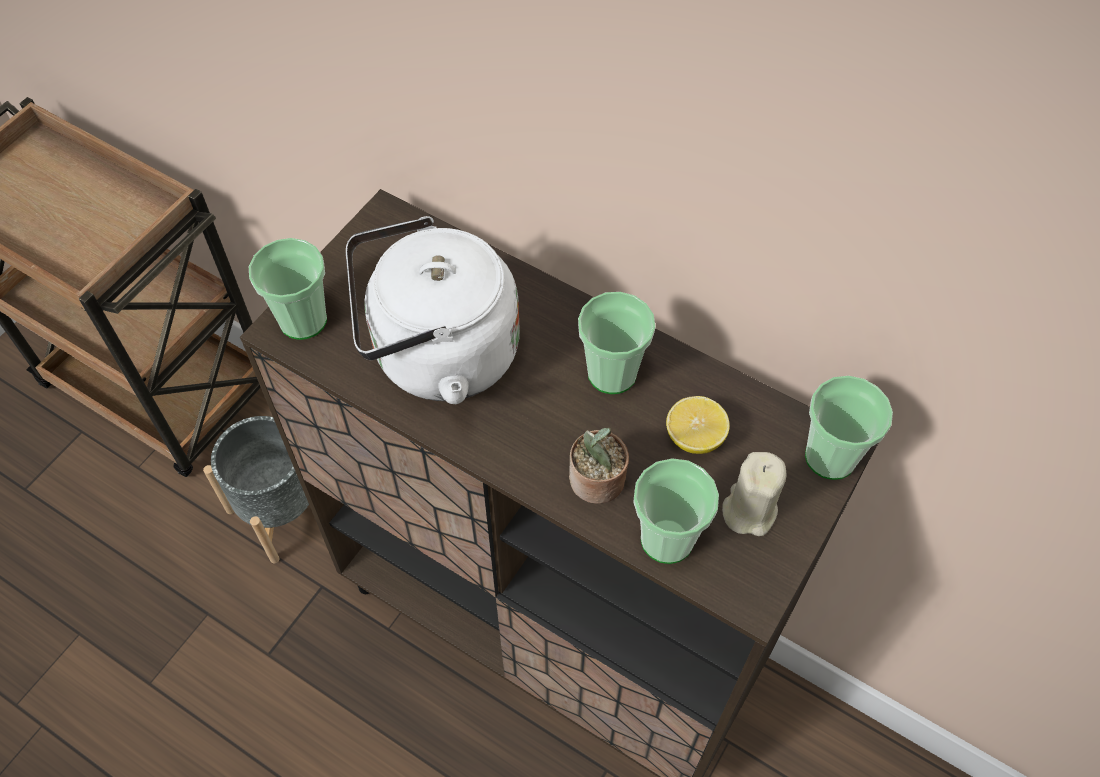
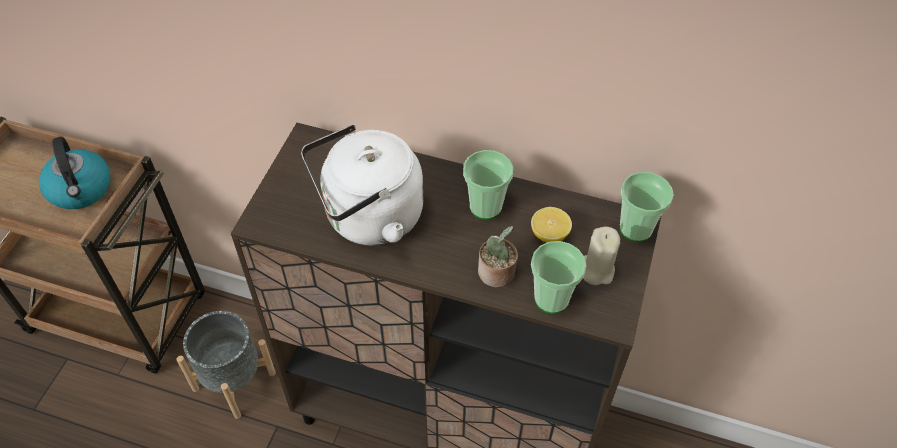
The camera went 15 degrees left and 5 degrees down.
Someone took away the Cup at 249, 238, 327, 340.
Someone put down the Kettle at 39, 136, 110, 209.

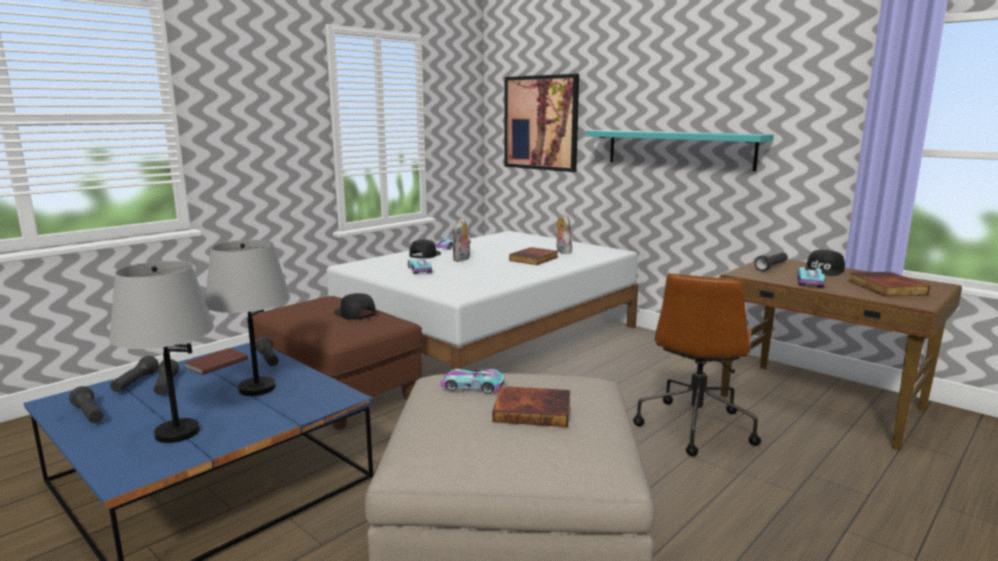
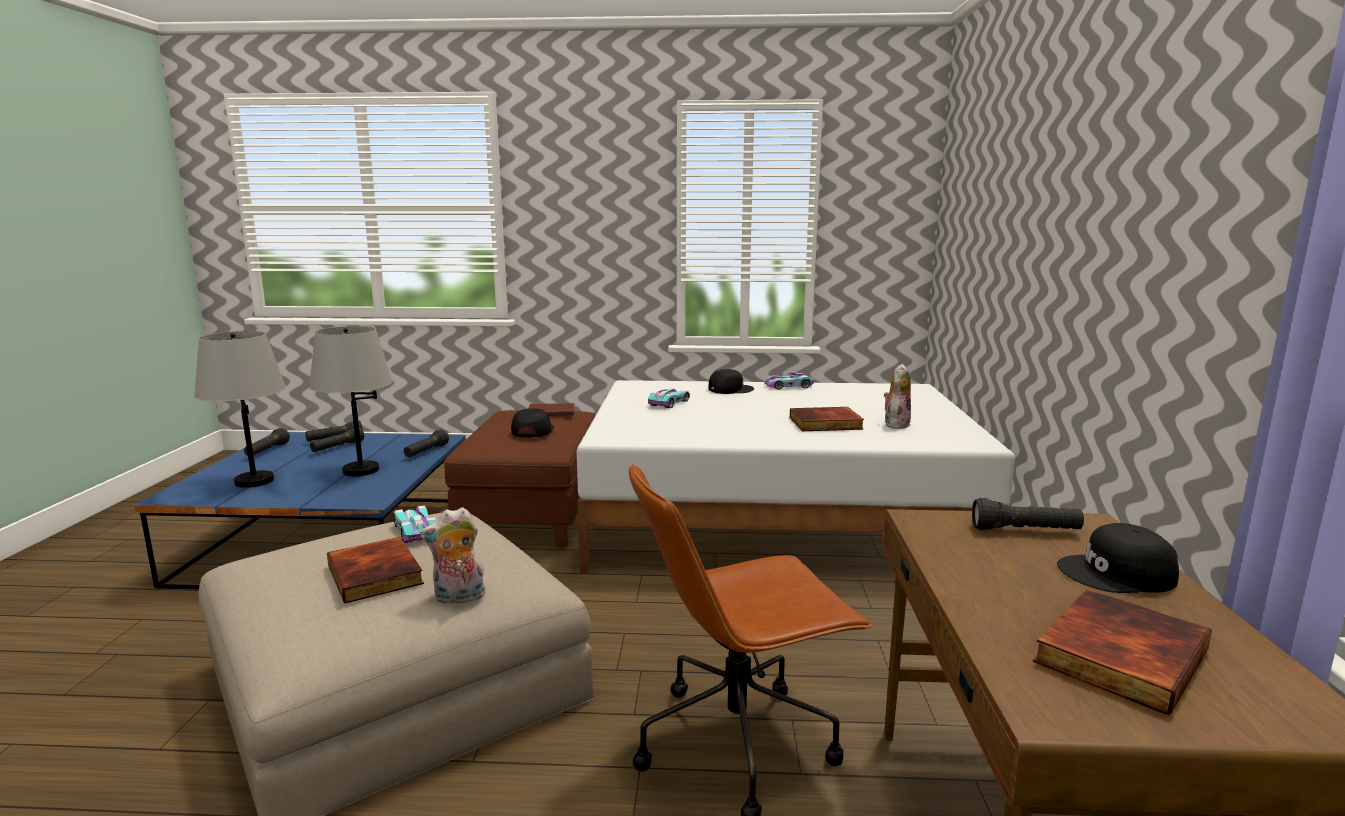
The camera went 50 degrees right and 0 degrees up.
Someone carried the BrownBook from 184, 348, 248, 375 to 528, 403, 575, 416.
Someone carried the PlushToy from 453, 218, 471, 262 to 420, 507, 488, 605.
Someone took away the Picture at 504, 74, 579, 172.
Someone took away the TurquoiseShelf at 586, 130, 774, 171.
Someone took away the ToyCar at 797, 267, 825, 287.

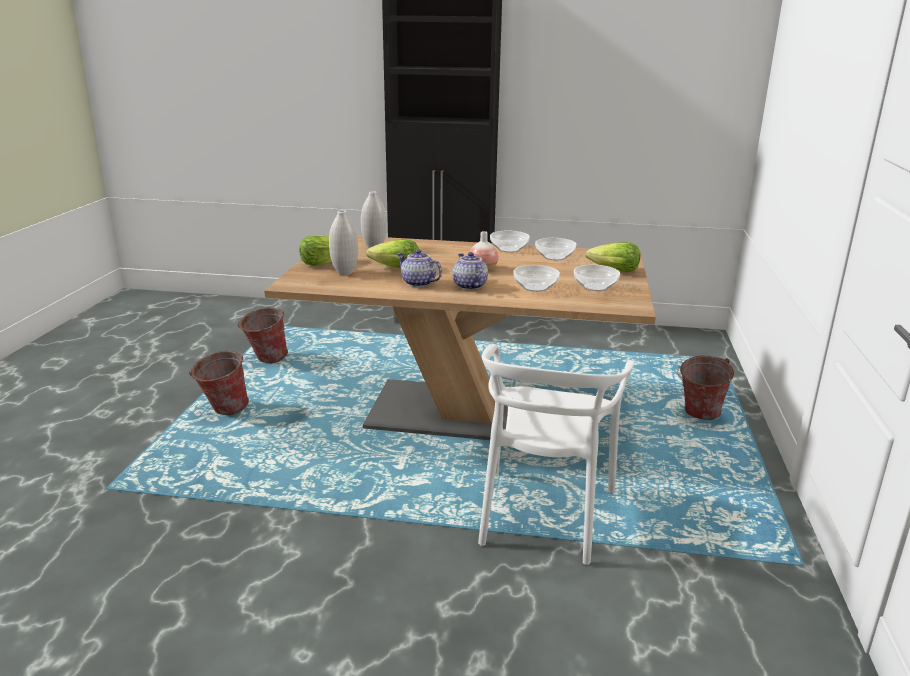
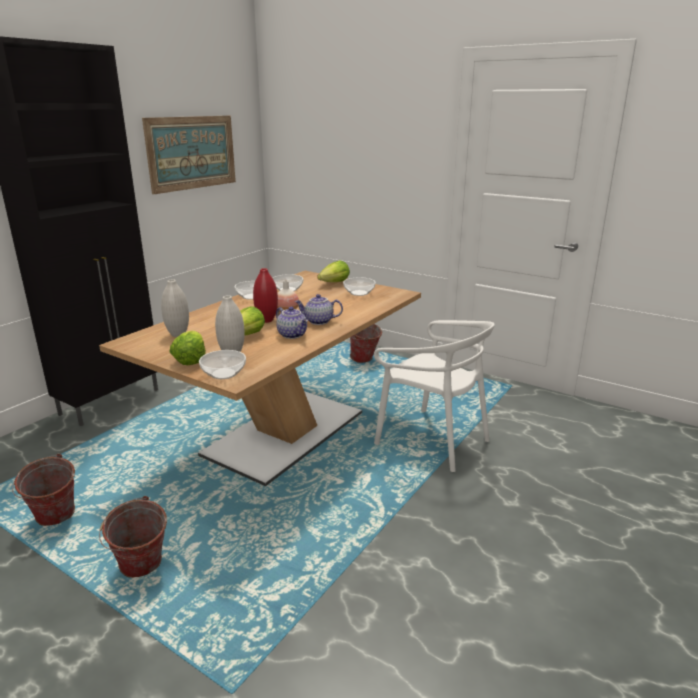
The camera went 65 degrees left and 0 degrees up.
Someone rotated the Teapot at 396, 250, 442, 287 by 105 degrees counterclockwise.
Someone carried the Bowl from 514, 265, 560, 292 to 199, 350, 246, 379.
Someone put up the Picture at 142, 116, 236, 194.
Someone put down the RedVase at 253, 268, 278, 323.

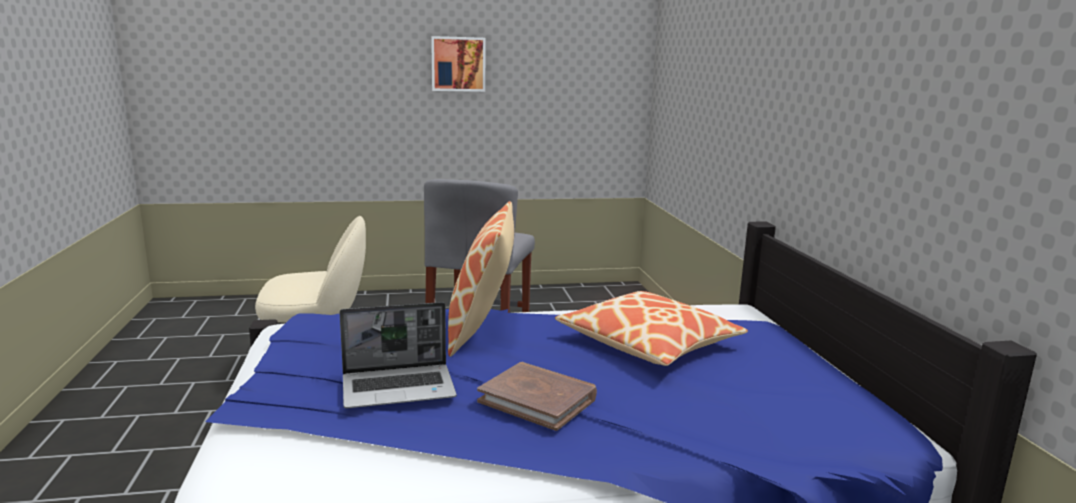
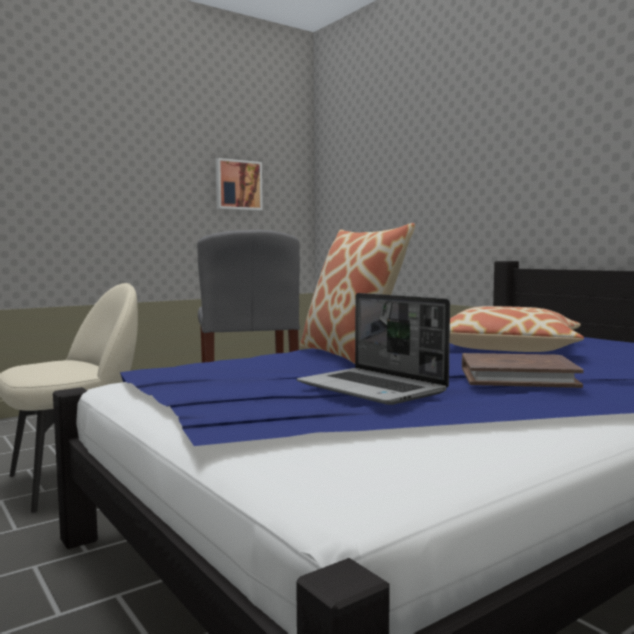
The camera went 25 degrees left and 10 degrees down.
Someone rotated the Laptop at 339, 302, 457, 408 by 90 degrees clockwise.
Someone carried the Picture from 431, 36, 486, 92 to 216, 158, 263, 210.

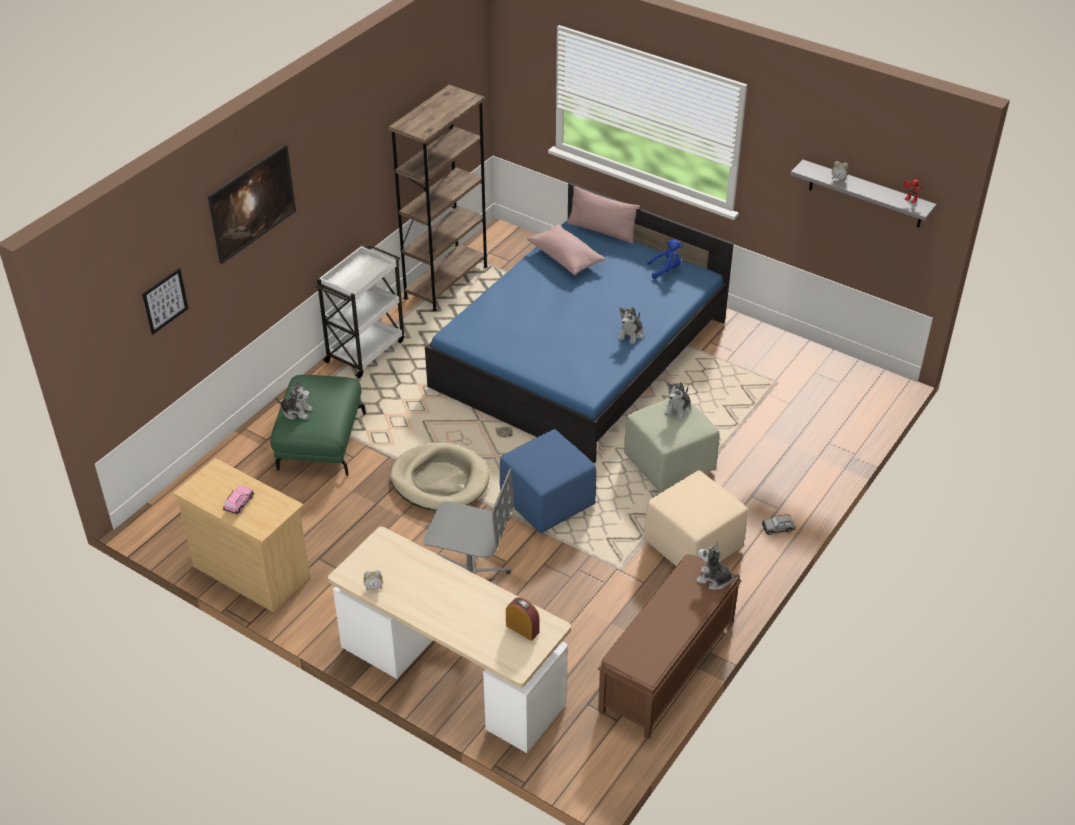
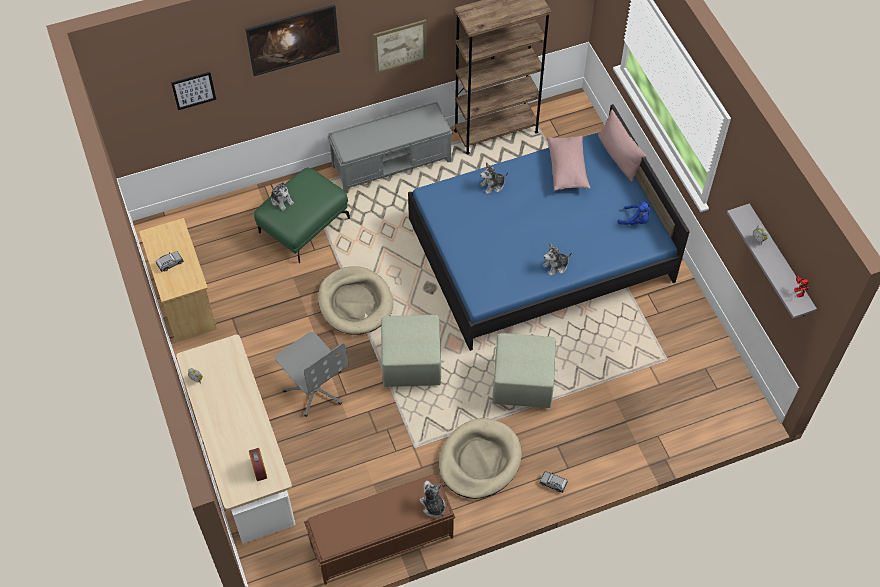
The camera went 35 degrees right and 15 degrees up.
Someone repainted the PinkToyCar at 223, 486, 254, 514, which became the GreyToyCar at 156, 251, 184, 272.
Someone swapped the WhiteCart at 315, 245, 404, 378 for the GreyBench at 328, 102, 453, 193.
Someone repainted the BlueOttoman at 500, 429, 596, 534, which became the GreenOttoman at 381, 315, 441, 387.
Someone swapped the BeigeOttoman at 644, 470, 748, 567 for the BeigeDogBed at 439, 418, 522, 499.
Someone carried the PlushToy from 665, 382, 691, 420 to 480, 162, 508, 194.
Someone put up the Picture at 373, 20, 427, 74.

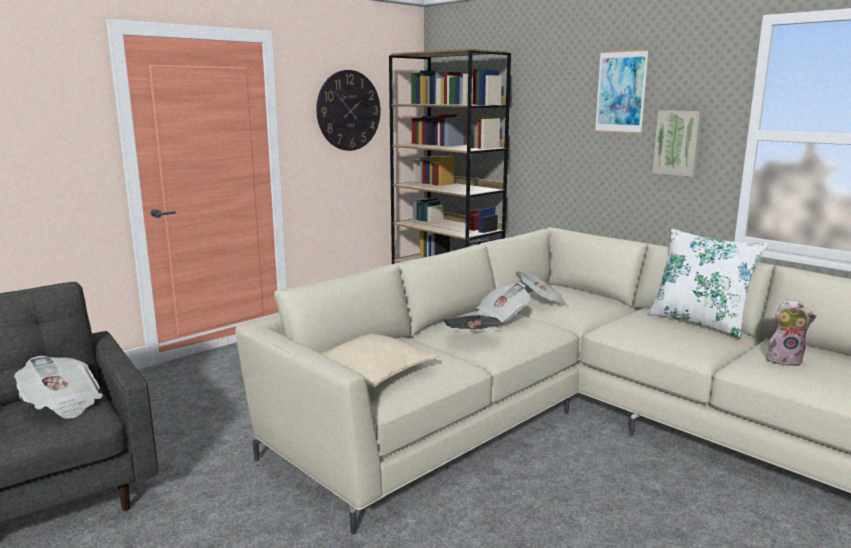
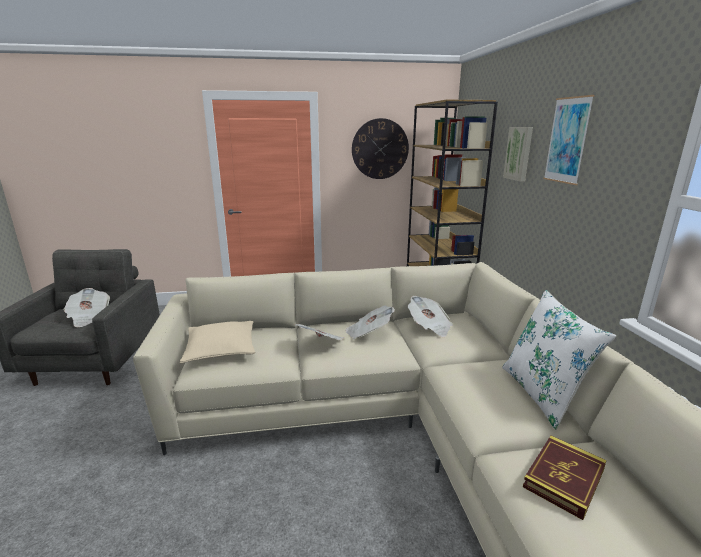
The camera went 35 degrees right and 5 degrees up.
Someone carried the Picture from 652, 110, 702, 177 to 503, 127, 533, 182.
Someone swapped the PlushToy at 767, 299, 817, 366 for the Book at 523, 436, 607, 520.

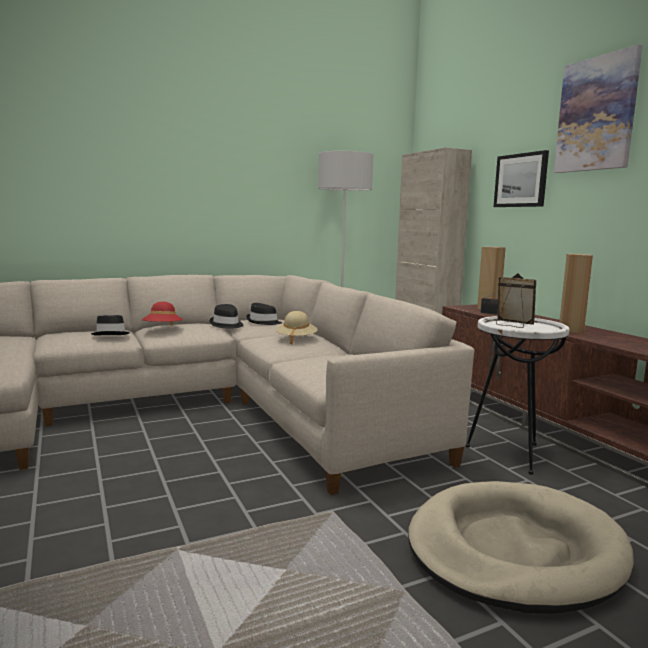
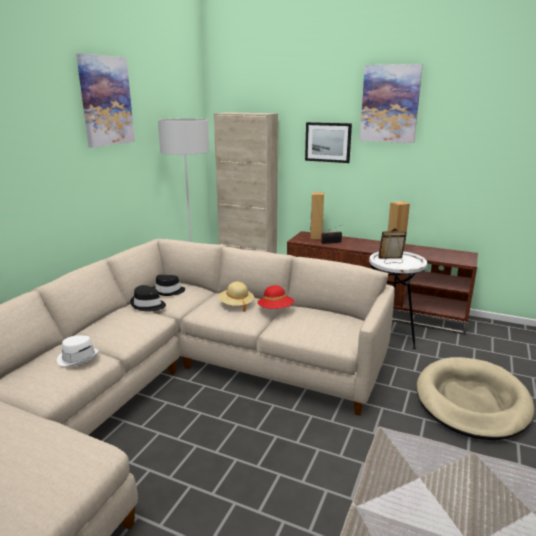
The camera went 40 degrees left and 10 degrees up.
Someone repainted the BlackHat at 91, 315, 130, 335, which became the WhiteHat at 57, 335, 99, 366.
Someone carried the RedHat from 142, 302, 183, 326 to 258, 285, 294, 309.
Someone put up the Picture at 76, 53, 135, 147.

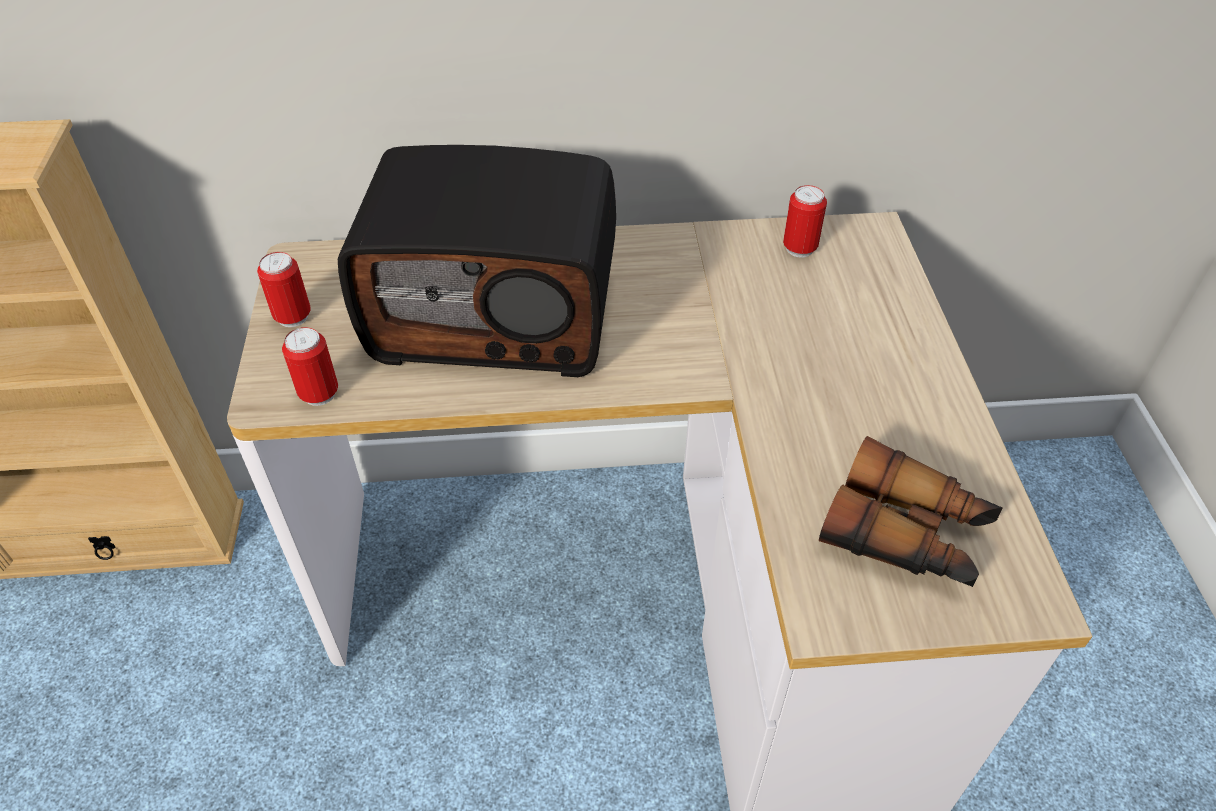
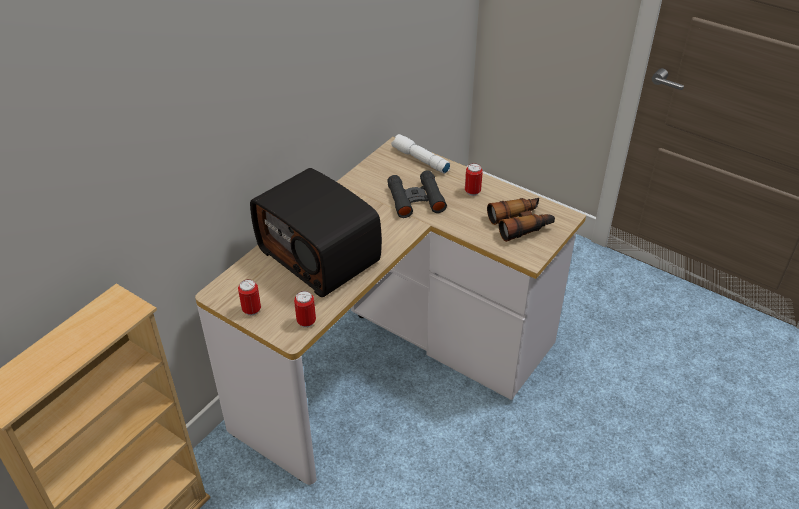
The camera went 50 degrees left and 5 degrees down.
Someone rotated the Radio at 338, 145, 616, 377 by 90 degrees clockwise.
Someone carried the Can from 783, 185, 827, 258 to 465, 163, 483, 196.
Someone put down the BlackBinoculars at 388, 170, 447, 218.
Someone put down the WhiteFlashlight at 391, 134, 450, 174.

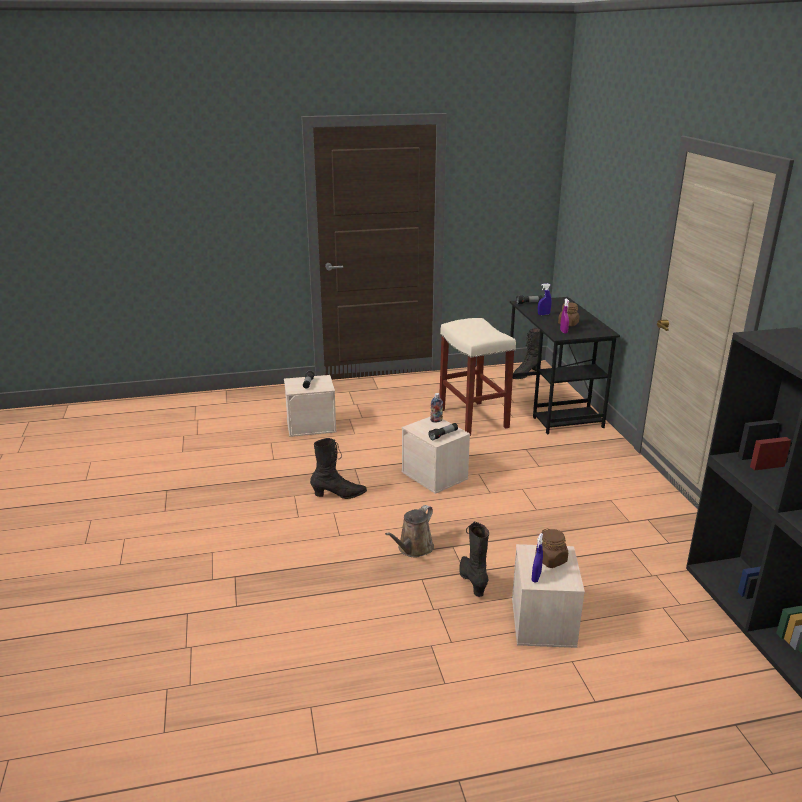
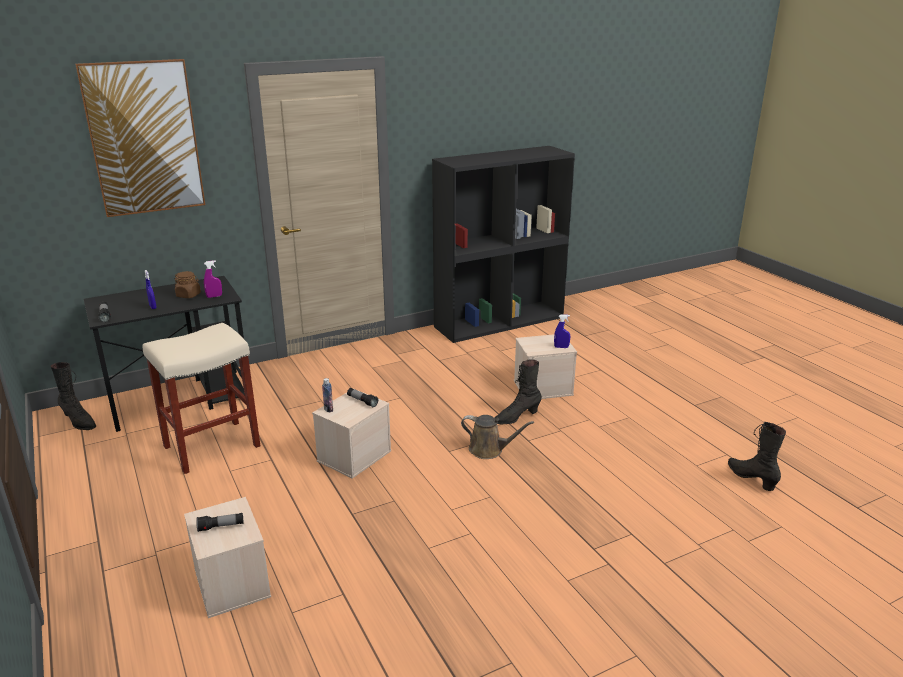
The camera went 105 degrees left and 0 degrees up.
Someone carried the BlackBoot from 310, 438, 367, 499 to 728, 422, 786, 491.
Someone took away the BrownJar at 535, 528, 568, 568.
Someone put up the Picture at 75, 59, 205, 217.

